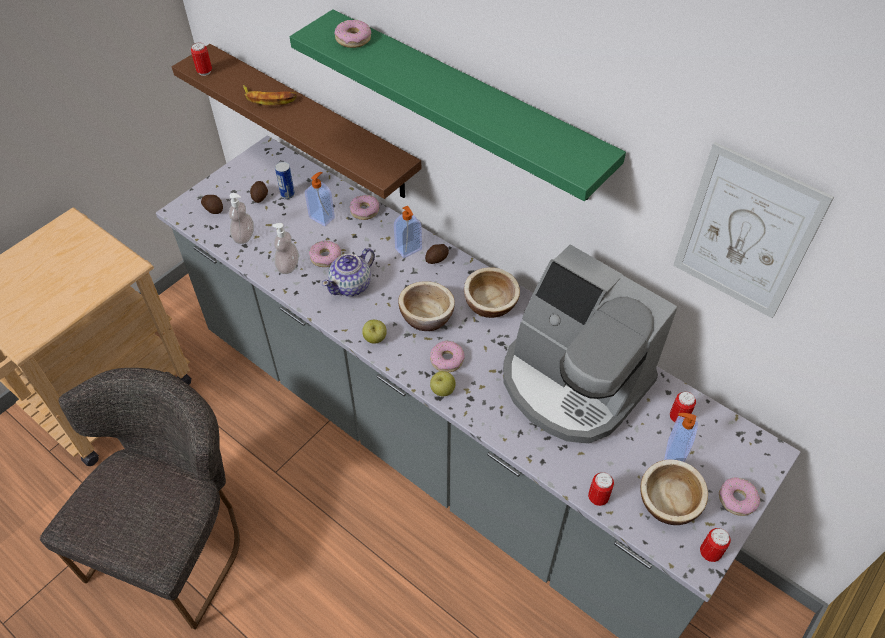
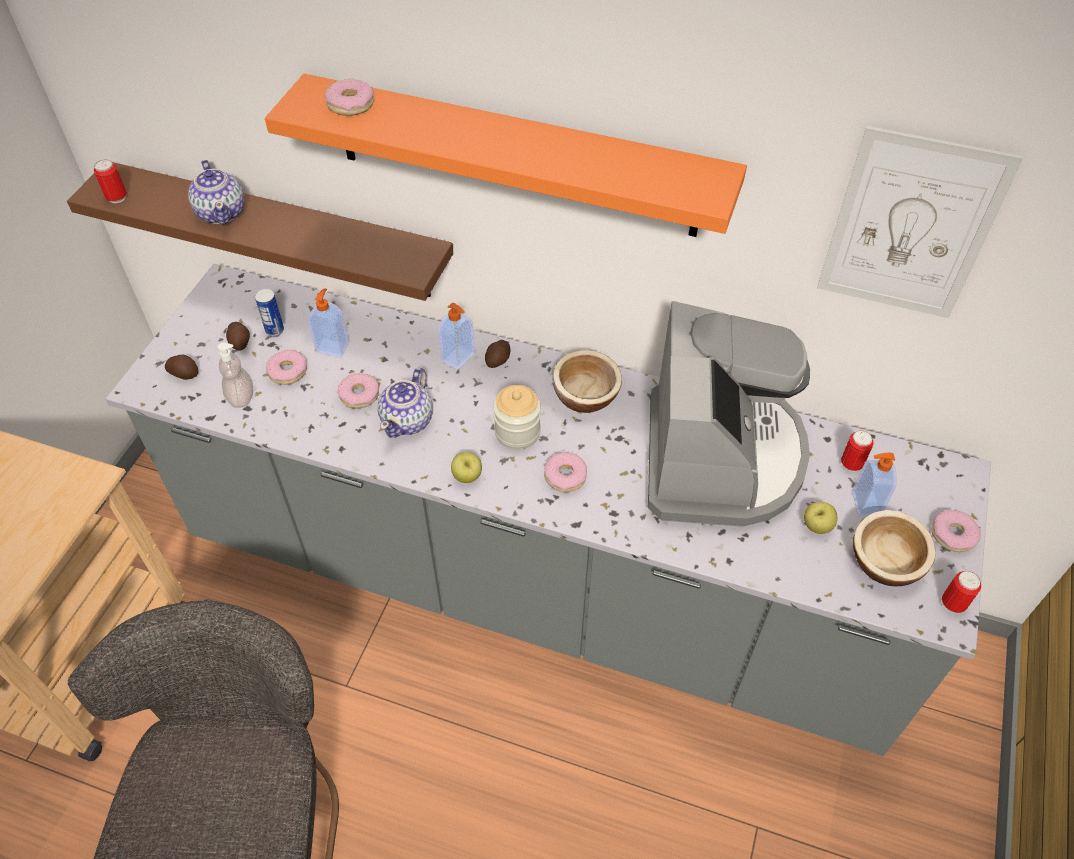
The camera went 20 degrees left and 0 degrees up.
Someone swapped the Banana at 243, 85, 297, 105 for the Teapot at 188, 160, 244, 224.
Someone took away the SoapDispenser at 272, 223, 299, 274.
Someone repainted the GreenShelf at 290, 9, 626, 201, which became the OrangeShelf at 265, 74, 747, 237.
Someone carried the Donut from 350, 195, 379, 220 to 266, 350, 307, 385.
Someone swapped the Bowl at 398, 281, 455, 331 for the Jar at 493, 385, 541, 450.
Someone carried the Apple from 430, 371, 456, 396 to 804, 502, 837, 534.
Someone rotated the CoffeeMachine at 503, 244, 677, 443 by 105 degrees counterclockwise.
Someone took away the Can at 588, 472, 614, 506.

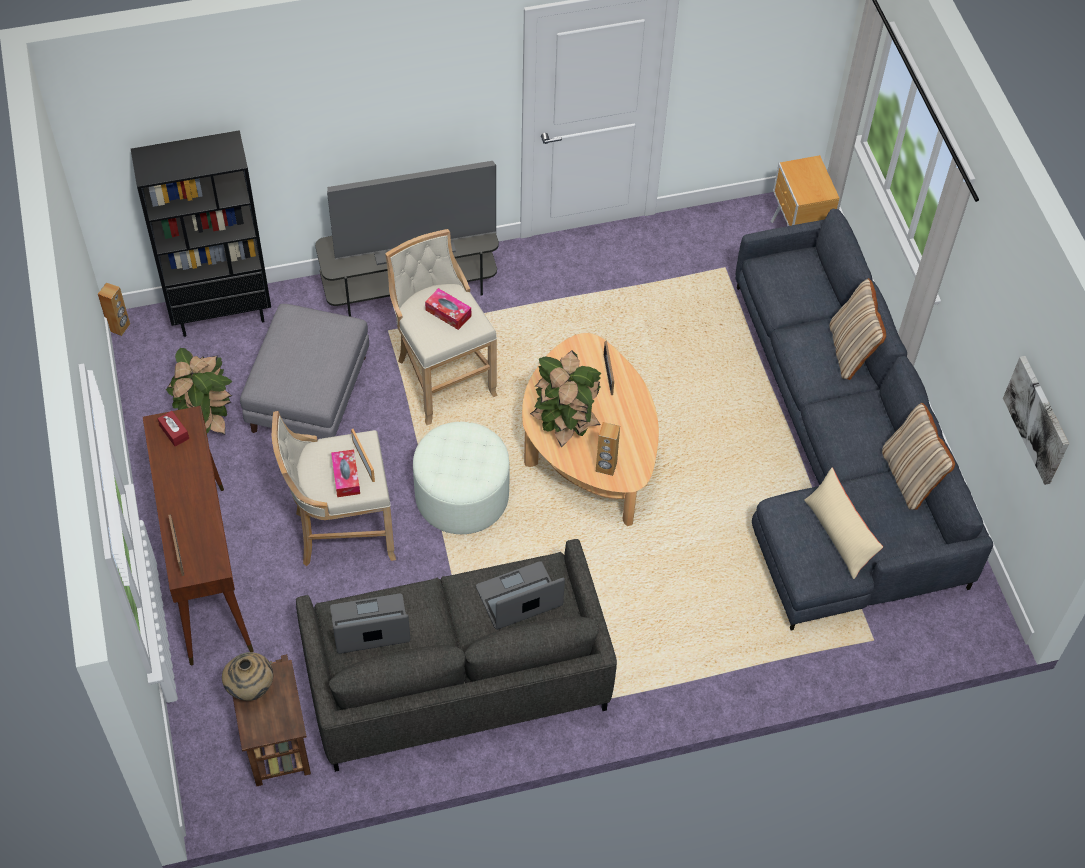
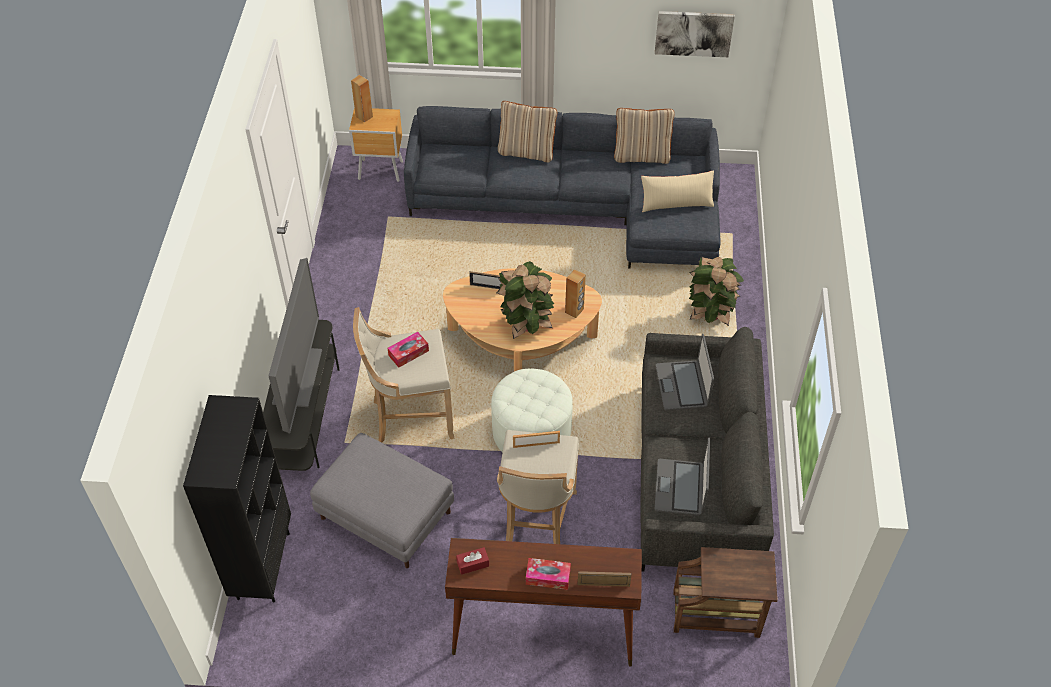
The camera went 70 degrees left and 5 degrees down.
Someone carried the BrownSpeaker from 98, 283, 130, 336 to 351, 75, 373, 123.
Someone carried the PottedPlant from 166, 348, 233, 435 to 689, 257, 744, 326.
Someone took away the BeigeVase at 222, 652, 274, 701.
Someone carried the TissueBox from 331, 449, 360, 497 to 526, 558, 571, 590.

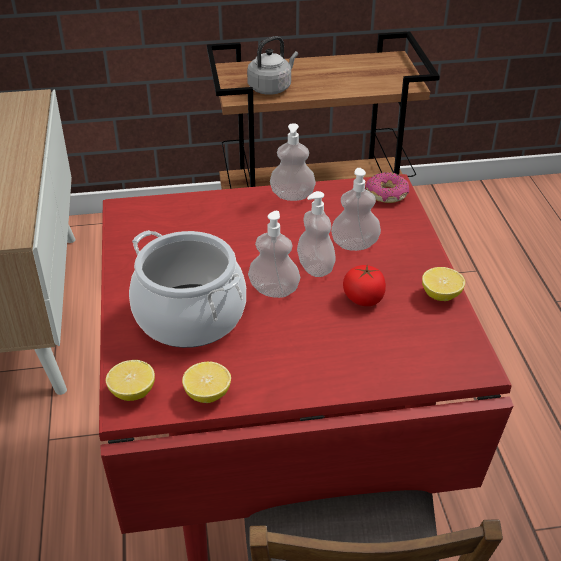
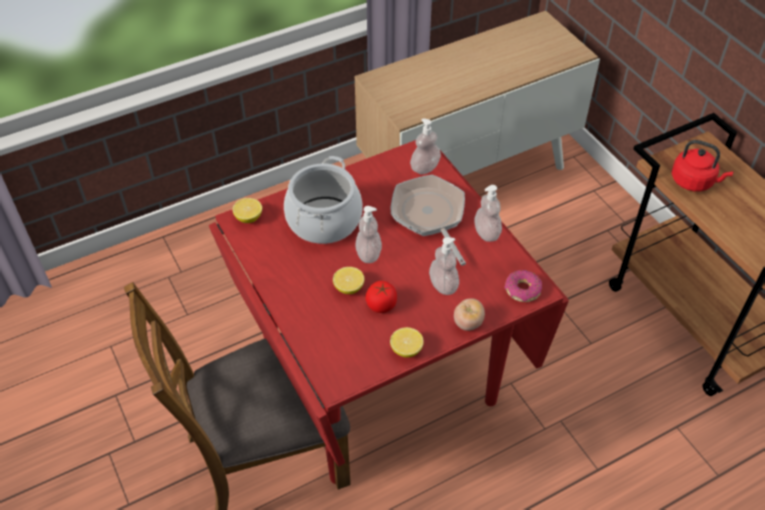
The camera went 70 degrees right and 10 degrees up.
Someone carried the Lemon from 182, 361, 231, 403 to 333, 267, 364, 294.
Someone repainted the GreyKettle at 247, 36, 298, 95, which became the RedKettle at 672, 140, 733, 192.
Someone carried the SoapDispenser from 297, 191, 336, 277 to 410, 118, 441, 174.
Someone put down the FryingPan at 391, 175, 466, 266.
Someone put down the Tomato at 454, 298, 485, 331.

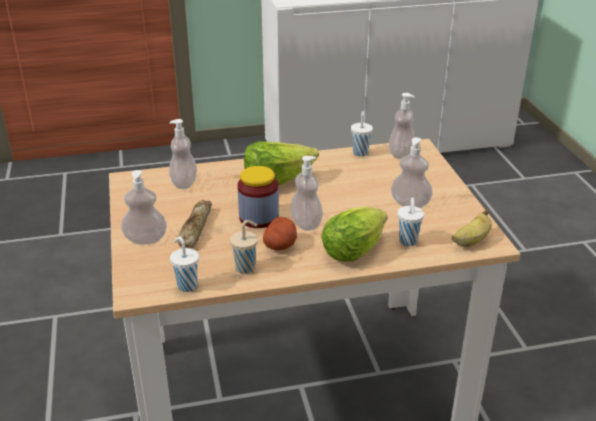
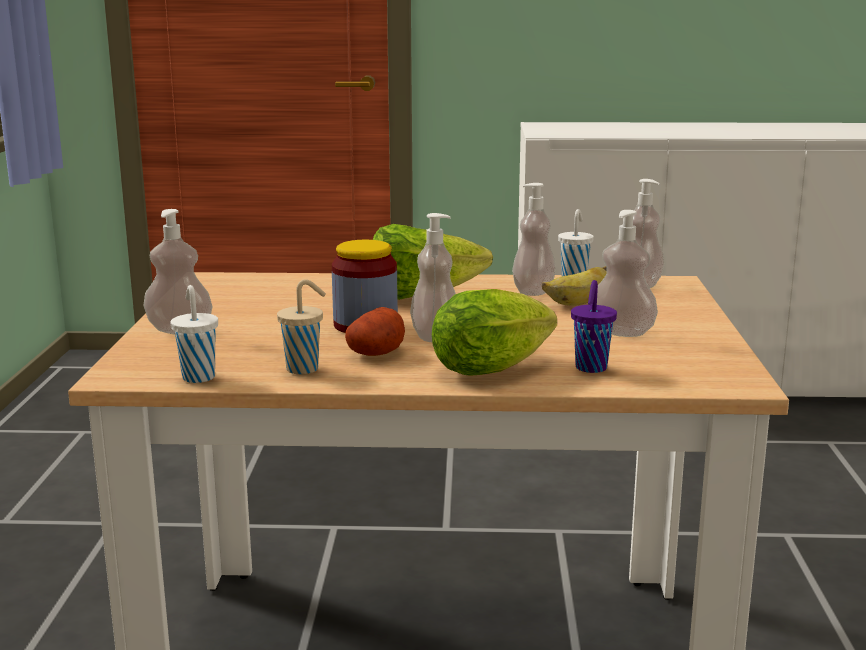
The camera went 15 degrees right and 15 degrees down.
Someone carried the SoapDispenser from 169, 119, 197, 189 to 512, 183, 556, 296.
Someone took away the Bread at 178, 200, 212, 248.
Someone repainted the WhiteCup at 397, 197, 424, 246, which became the PurpleCup at 571, 280, 617, 373.
Someone carried the Banana from 452, 209, 492, 247 to 542, 266, 607, 306.

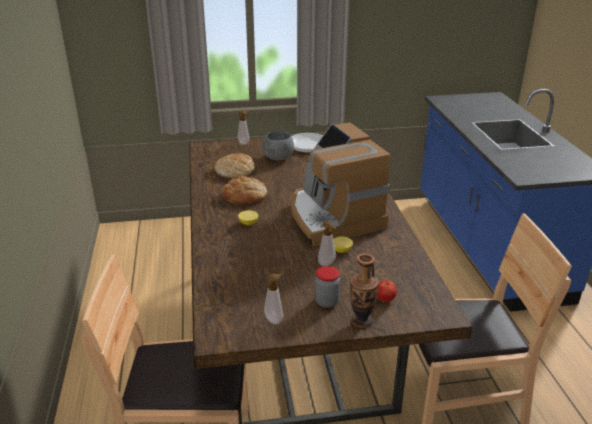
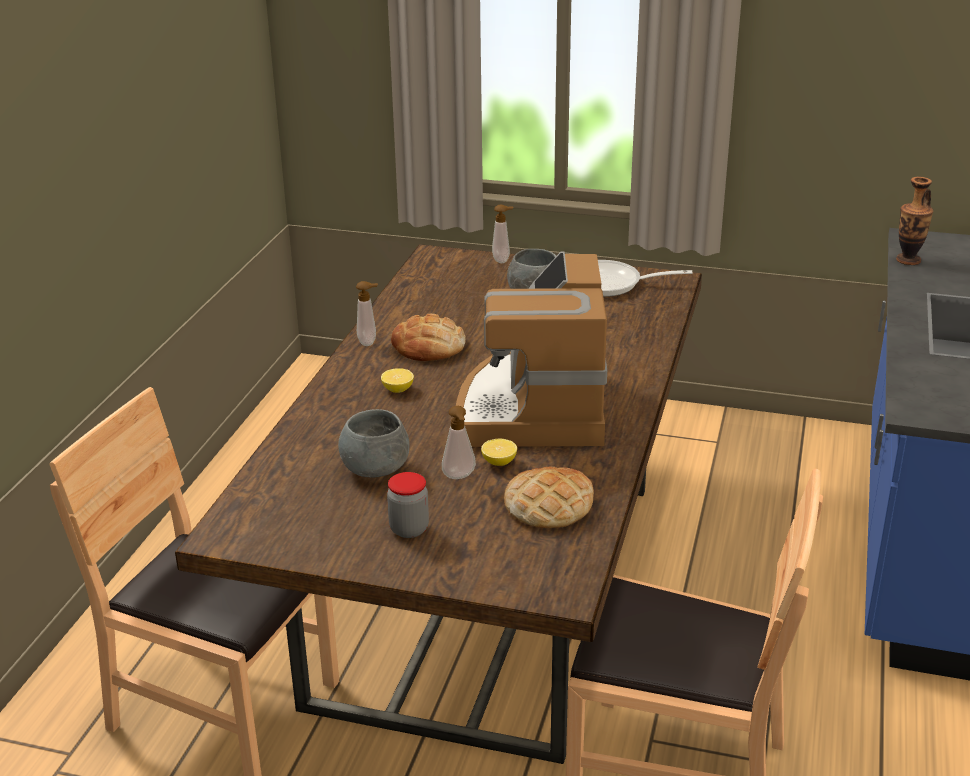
The camera went 25 degrees right and 0 degrees up.
Someone carried the Bread from 214, 153, 255, 178 to 504, 466, 594, 528.
Someone carried the SoapDispenser from 264, 273, 284, 324 to 356, 281, 378, 346.
Someone carried the Vase from 350, 253, 379, 328 to 896, 176, 933, 265.
Someone took away the Tomato at 377, 280, 397, 302.
Someone put down the GreyBowl at 338, 409, 410, 477.

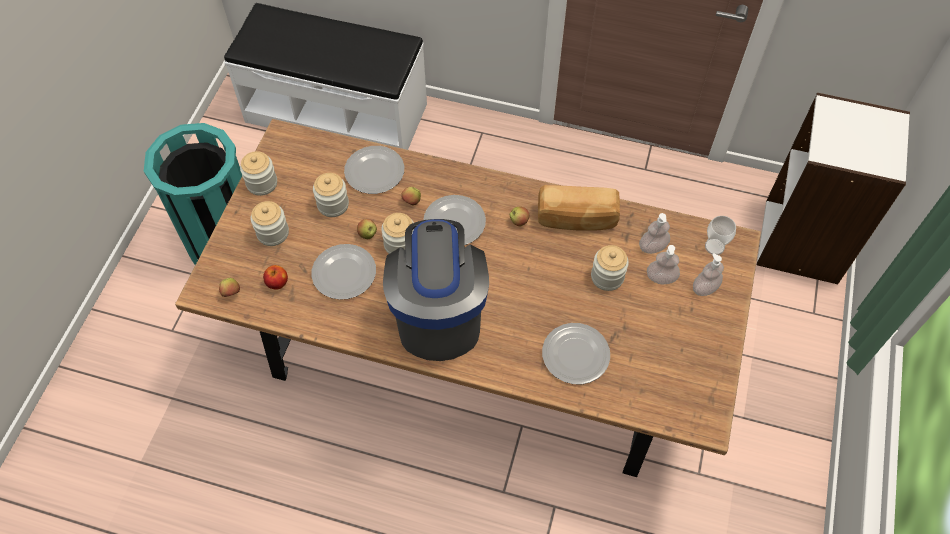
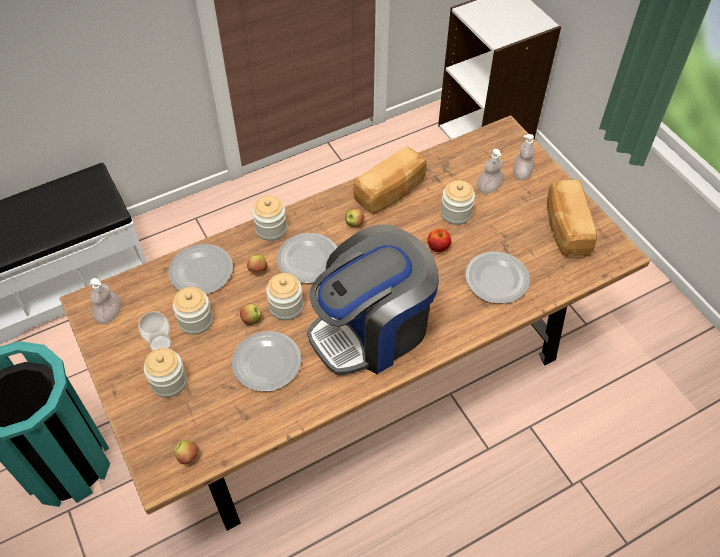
The camera went 45 degrees left and 5 degrees down.
Someone carried the Jar from 240, 151, 277, 196 to 252, 196, 287, 241.
Someone carried the Apple from 263, 265, 288, 290 to 427, 229, 451, 252.
Someone rotated the CoffeeMachine at 383, 219, 489, 361 by 75 degrees counterclockwise.
Someone carried the SoapDispenser from 639, 213, 670, 254 to 90, 278, 121, 324.
Someone carried the Cup from 705, 216, 736, 255 to 139, 311, 171, 351.
Someone put down the Bread at 547, 180, 597, 256.

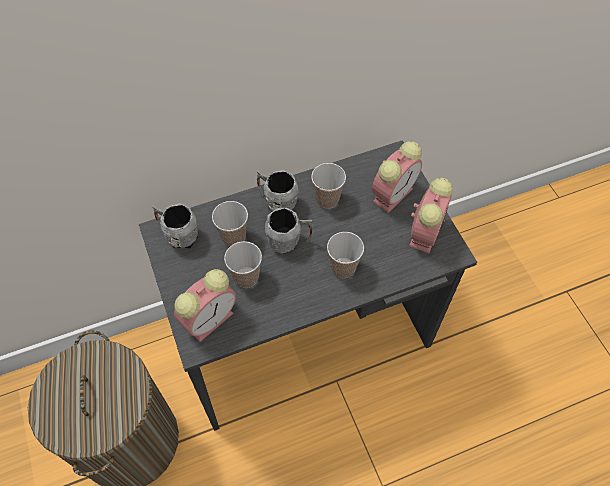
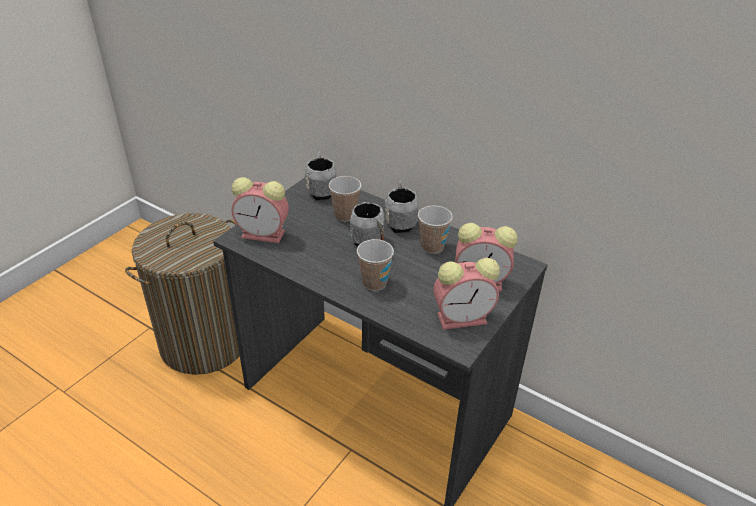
The camera went 55 degrees right and 20 degrees down.
Someone took away the Cup at 224, 241, 262, 288.

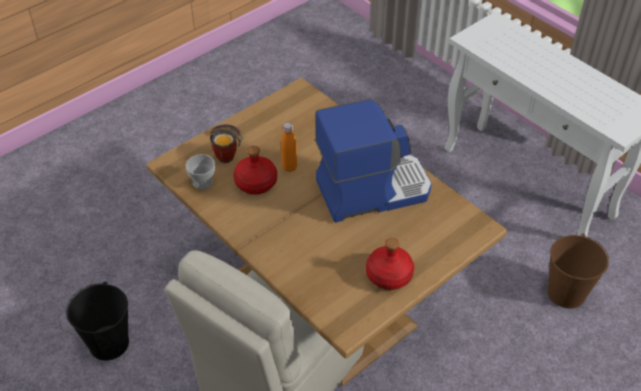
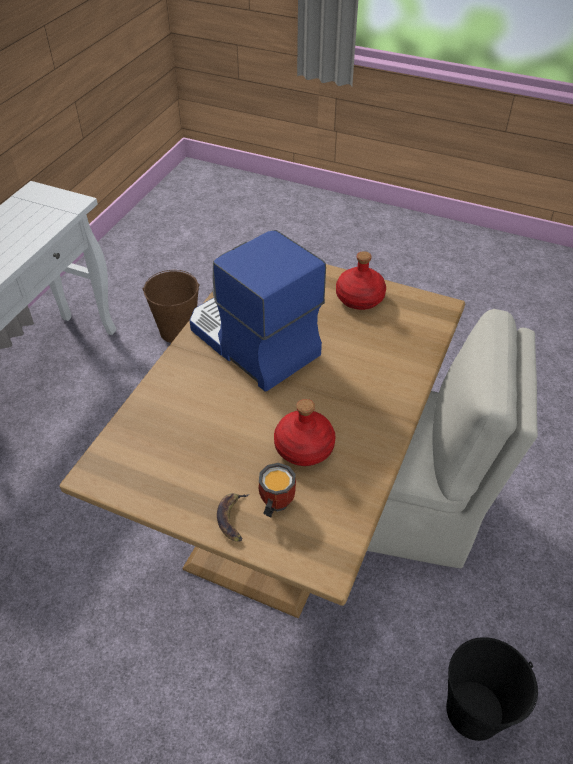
The camera went 115 degrees left and 0 degrees up.
Someone took away the Cup at 185, 154, 215, 190.
Someone took away the OrangeBottle at 281, 123, 297, 172.

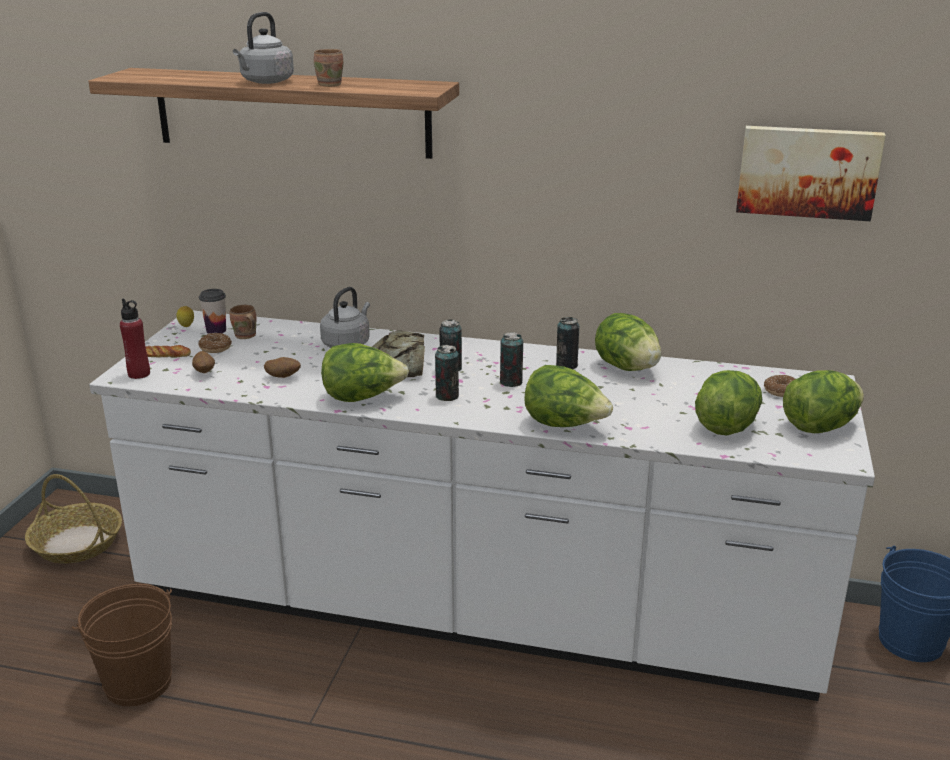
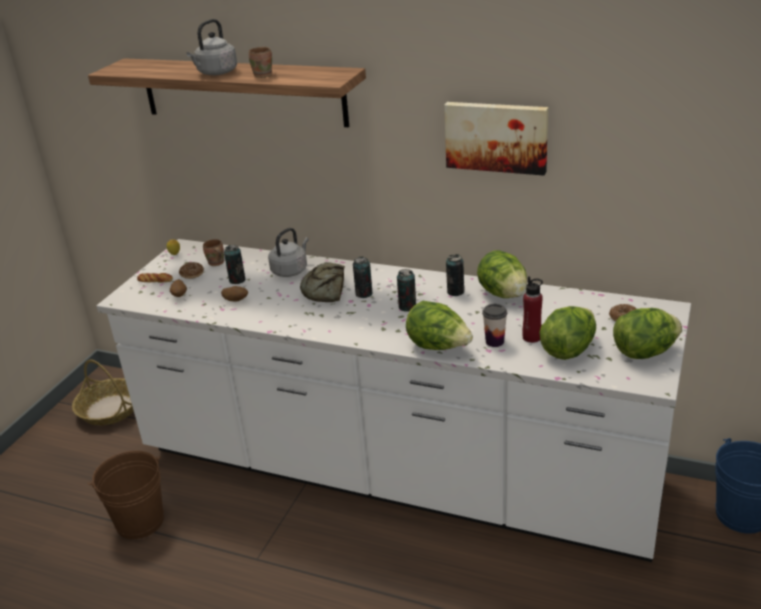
The camera went 10 degrees right and 5 degrees up.
Someone carried the RedBottle from 120, 299, 150, 379 to 522, 276, 543, 343.
Someone carried the Cup from 199, 289, 226, 334 to 482, 304, 507, 347.
Someone took away the Lettuce at 321, 343, 409, 402.
Someone carried the Can from 435, 345, 459, 401 to 224, 245, 245, 284.
Someone carried the Picture from 736, 126, 886, 221 to 444, 102, 548, 176.

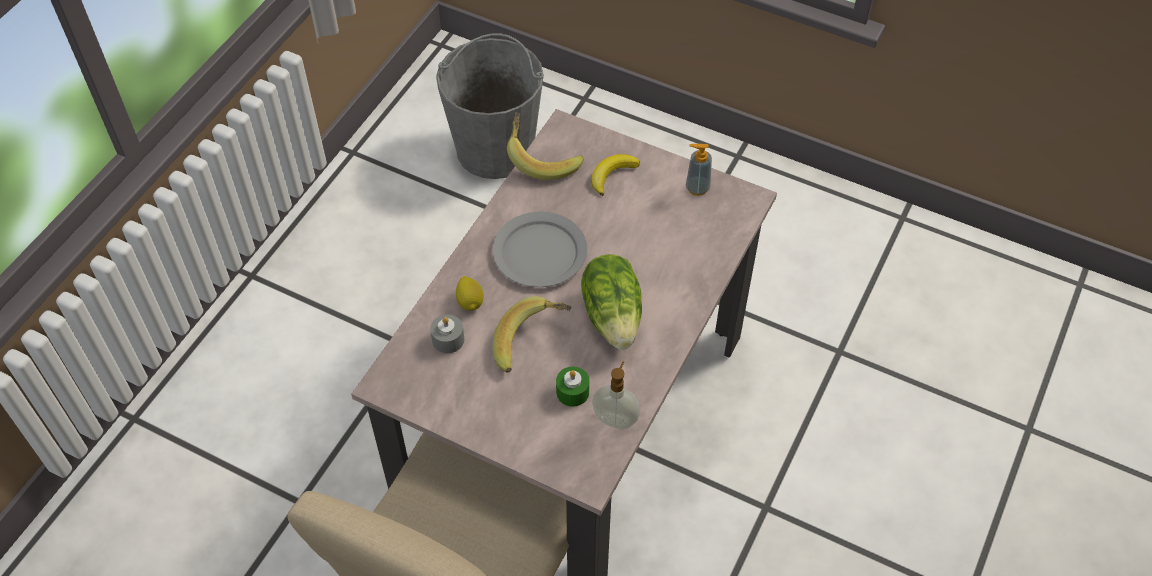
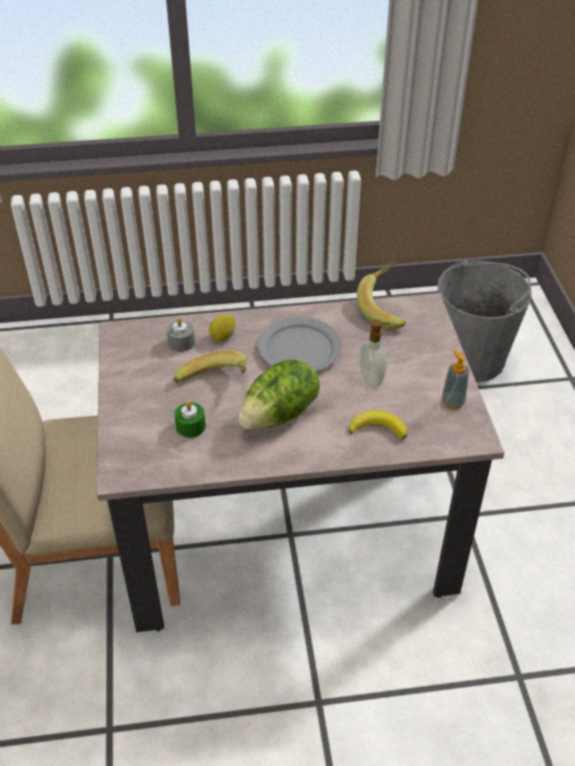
The camera went 55 degrees right and 10 degrees down.
Someone carried the Banana from 591, 154, 640, 196 to 349, 410, 407, 439.
Someone carried the SoapDispenser from 592, 362, 640, 429 to 360, 319, 391, 388.

